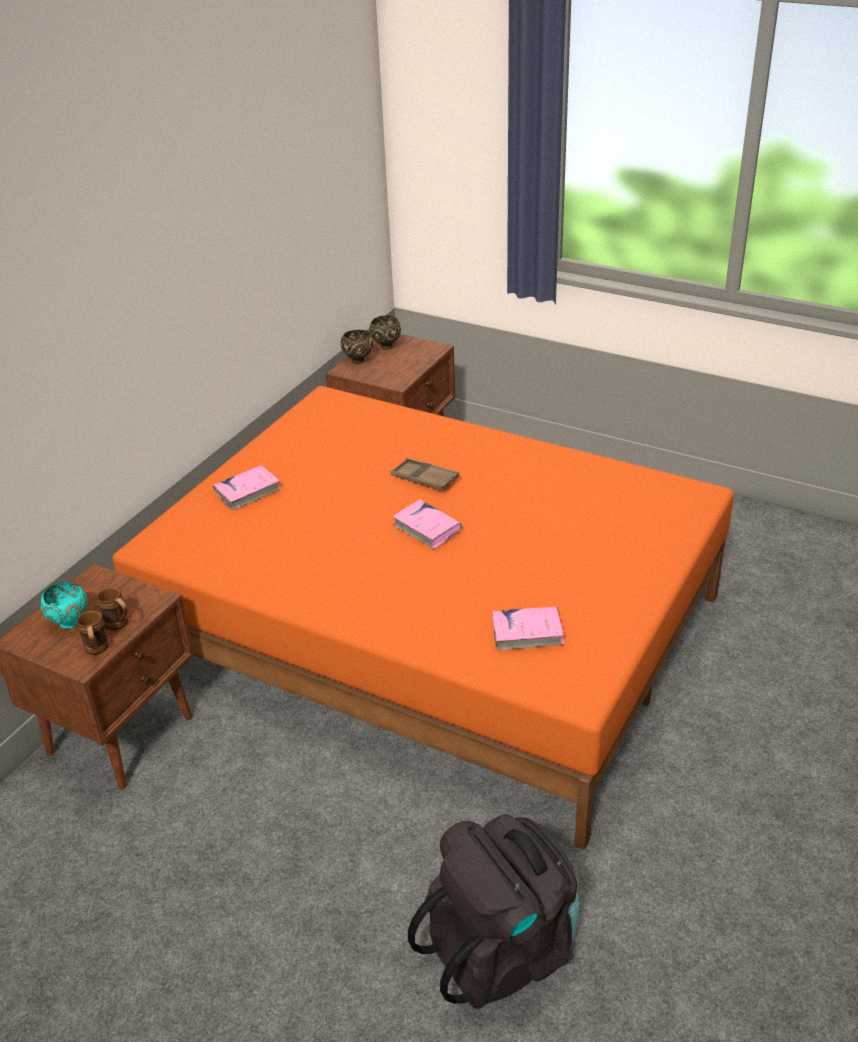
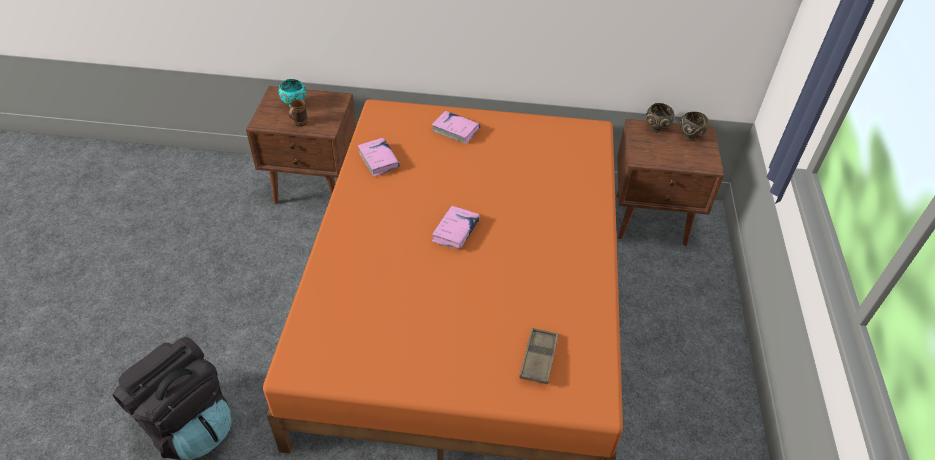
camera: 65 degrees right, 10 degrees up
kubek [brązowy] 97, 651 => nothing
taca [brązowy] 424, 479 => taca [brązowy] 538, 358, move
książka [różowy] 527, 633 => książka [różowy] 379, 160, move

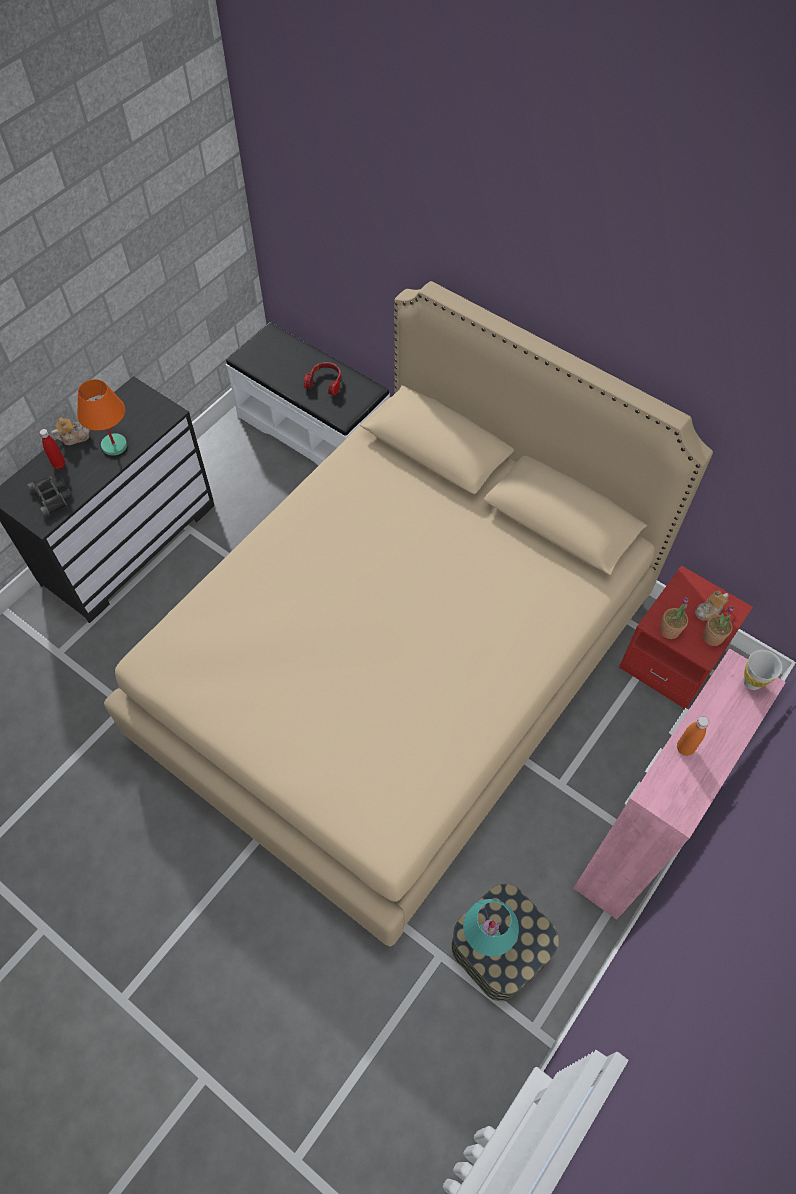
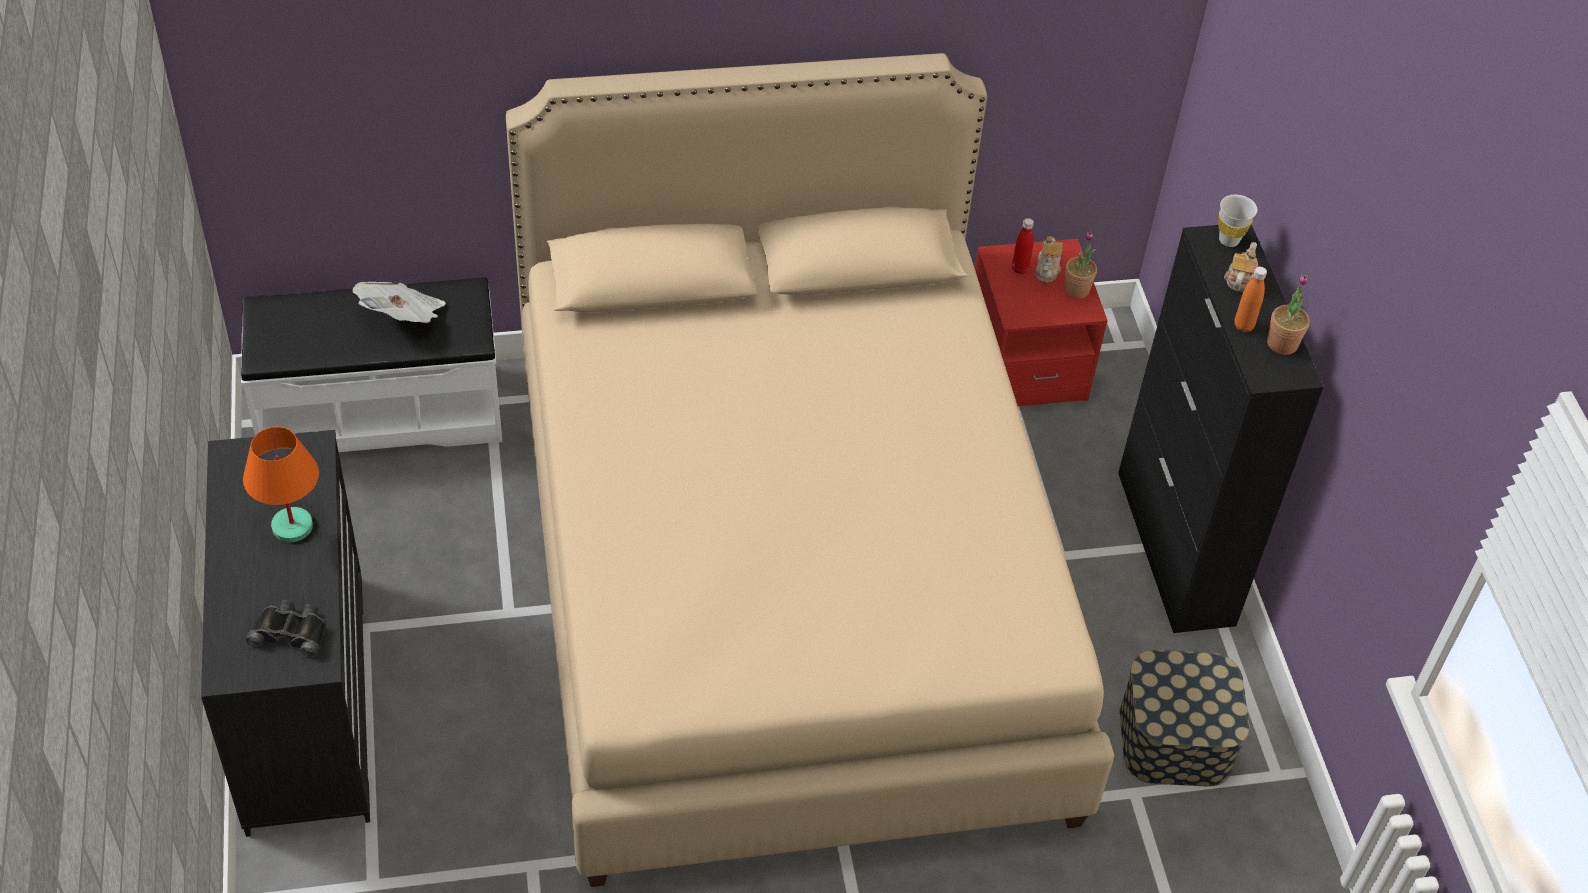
camera: 50 degrees left, 10 degrees down
lampa stołowa [turkusowy] 486, 940 => nothing
butelka [czerwony] 59, 465 => butelka [czerwony] 1019, 269, move
imbryk 74, 437 => imbryk 1239, 278, move
roślina doniczkowa 669, 630 => roślina doniczkowa 1282, 344, move
słuchawki 325, 382 => gazeta 403, 317
szafka [różowy] 634, 840 => szafka [czarny] 1175, 548

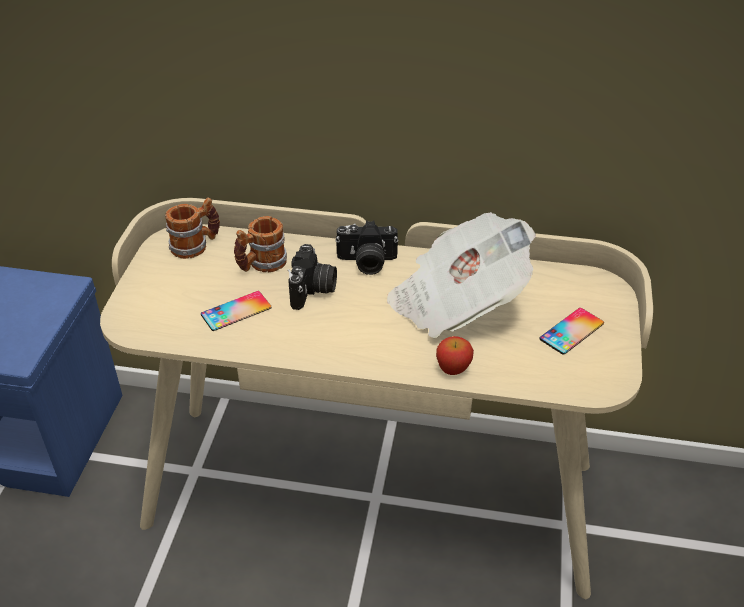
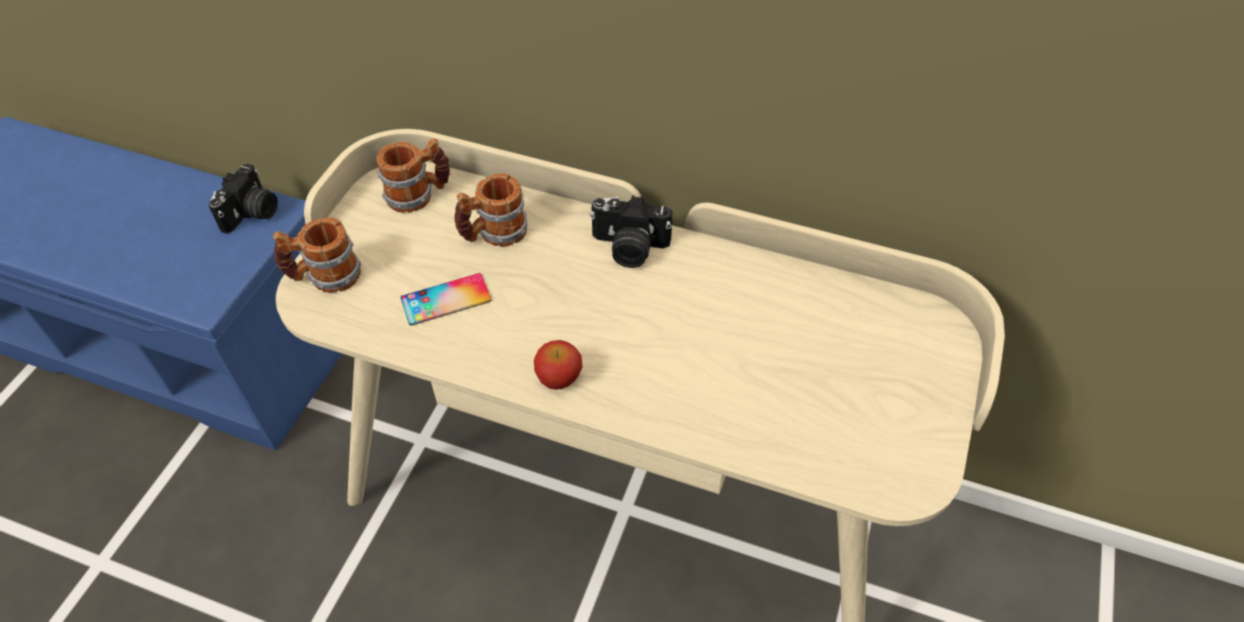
camera: 10 degrees right, 10 degrees up
gazeta 457, 302 => nothing
telefon 571, 331 => nothing
nothing => kubek 324, 276
aparat fotograficzny 313, 290 => aparat fotograficzny 252, 213, move
jabłko 453, 368 => jabłko 559, 378, move

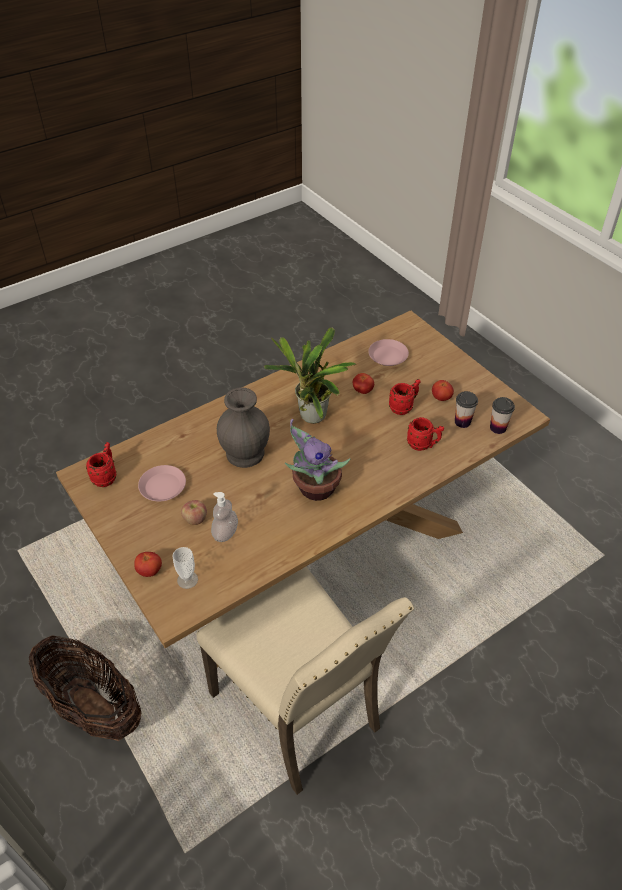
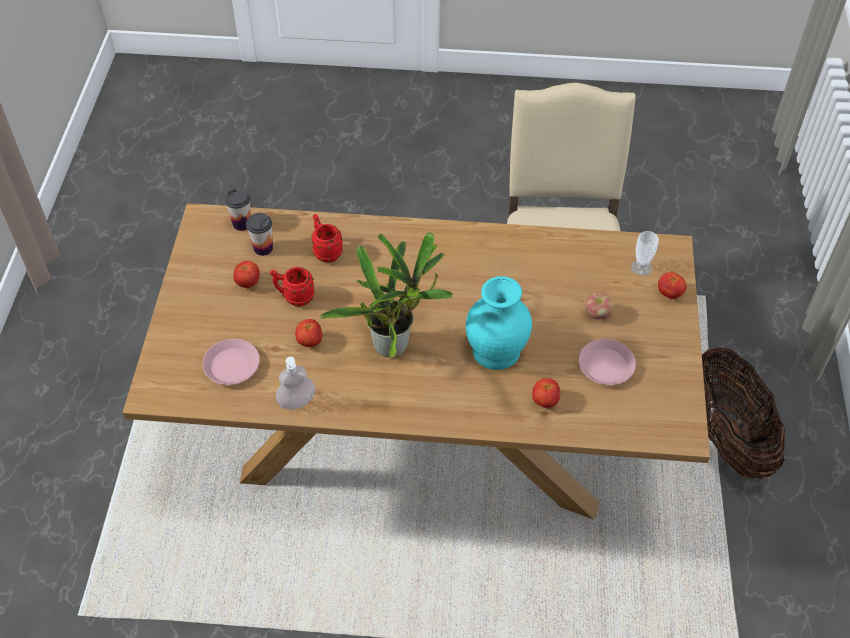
camera: 140 degrees left, 5 degrees up
kubek [czerwony] 106, 476 => nothing
roślina doniczkowa 314, 488 => nothing
nothing => pomidor 545, 401
dozownik mydła 225, 533 => dozownik mydła 297, 401, move
wazon [szary] 245, 452 => wazon [turkusowy] 495, 350

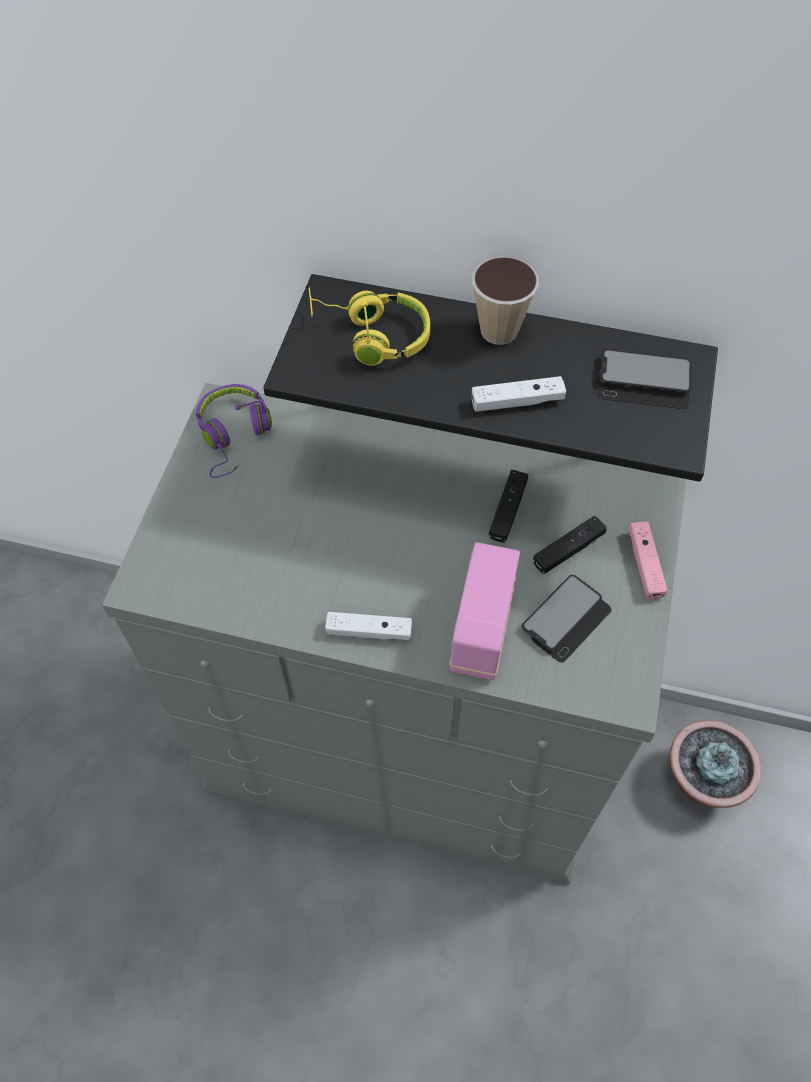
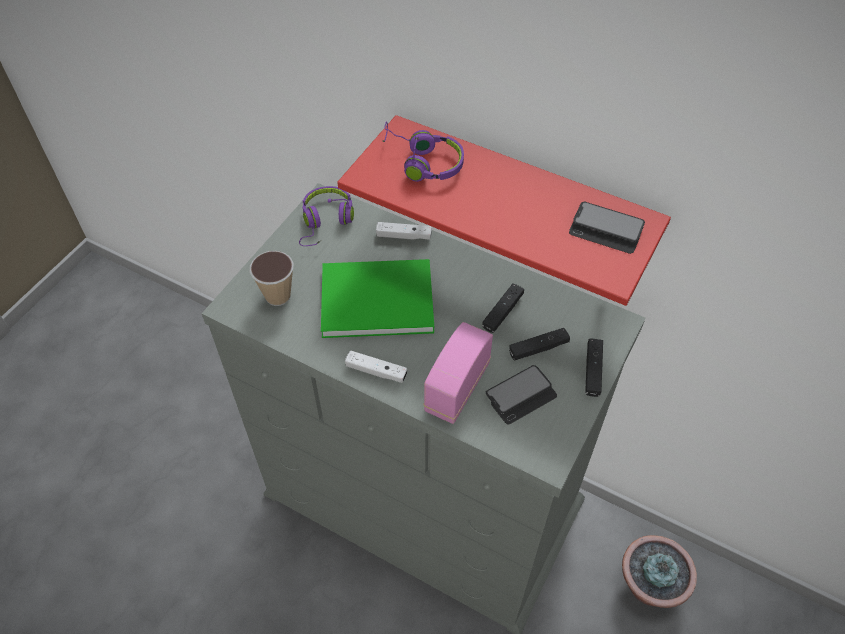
camera: 15 degrees right, 5 degrees down
nothing => książka [zielony] 373, 298
filiżanka 499, 331 => filiżanka 278, 296, move
pad do gier [biały] 517, 401 => pad do gier [biały] 404, 236, move
półka [czarny] 503, 355 => półka [czerwony] 521, 198
słuchawki [żółty] 370, 335 => słuchawki [fioletowy] 422, 162
pad do gier [różowy] 645, 564 => pad do gier [czarny] 593, 371

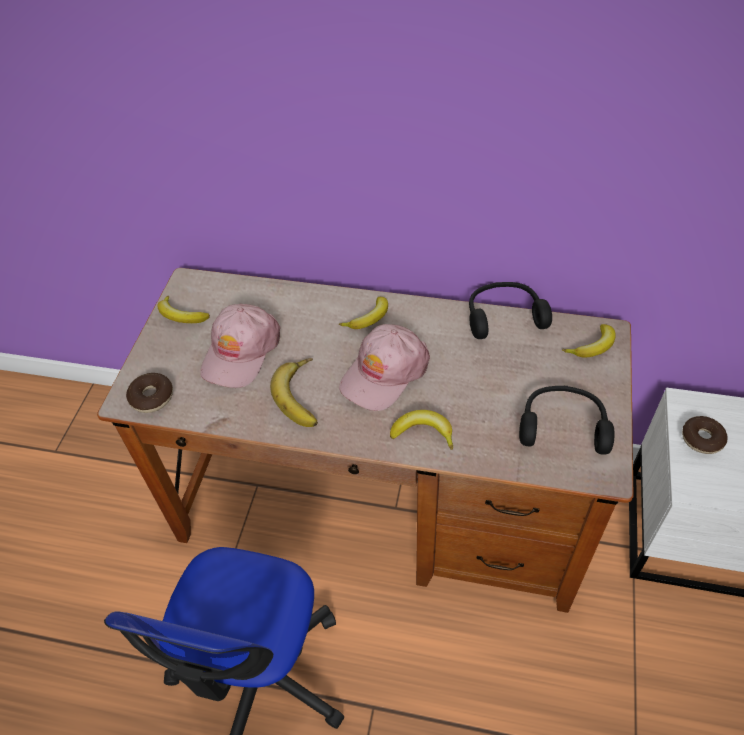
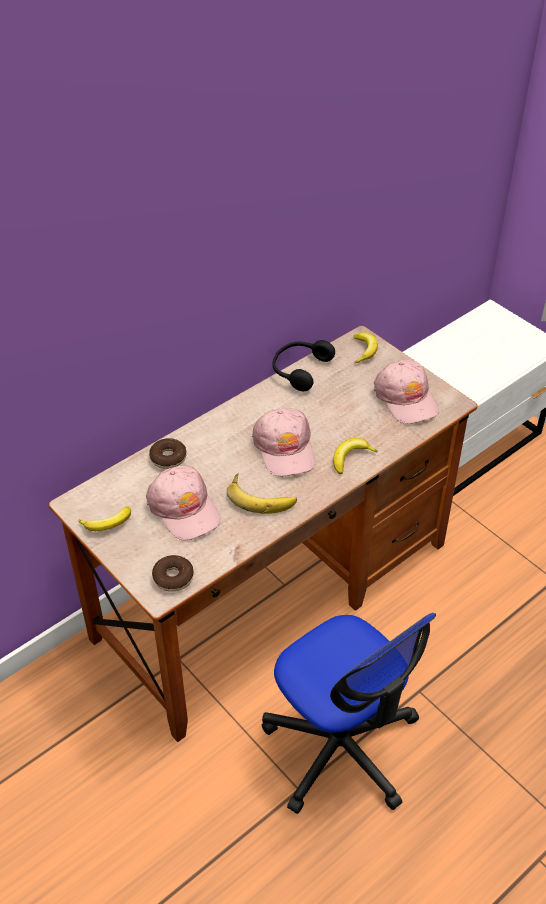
camera: 55 degrees left, 5 degrees down
banan 369, 319 => nothing
donut 702, 439 => donut 168, 458, move
słuchawki [czarny] 563, 425 => czapka z daszkiem [różowy] 406, 398

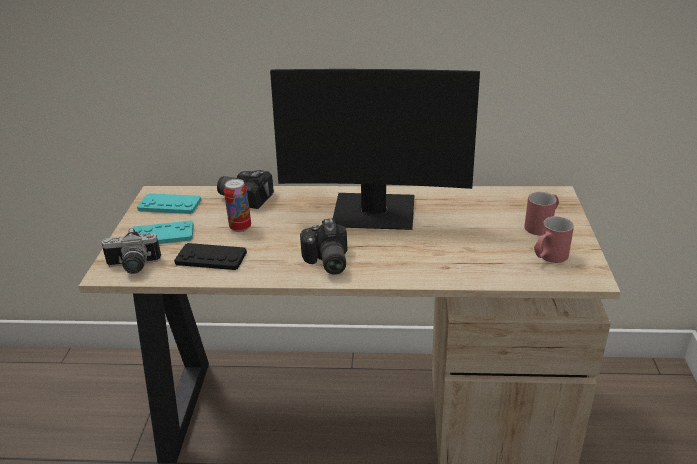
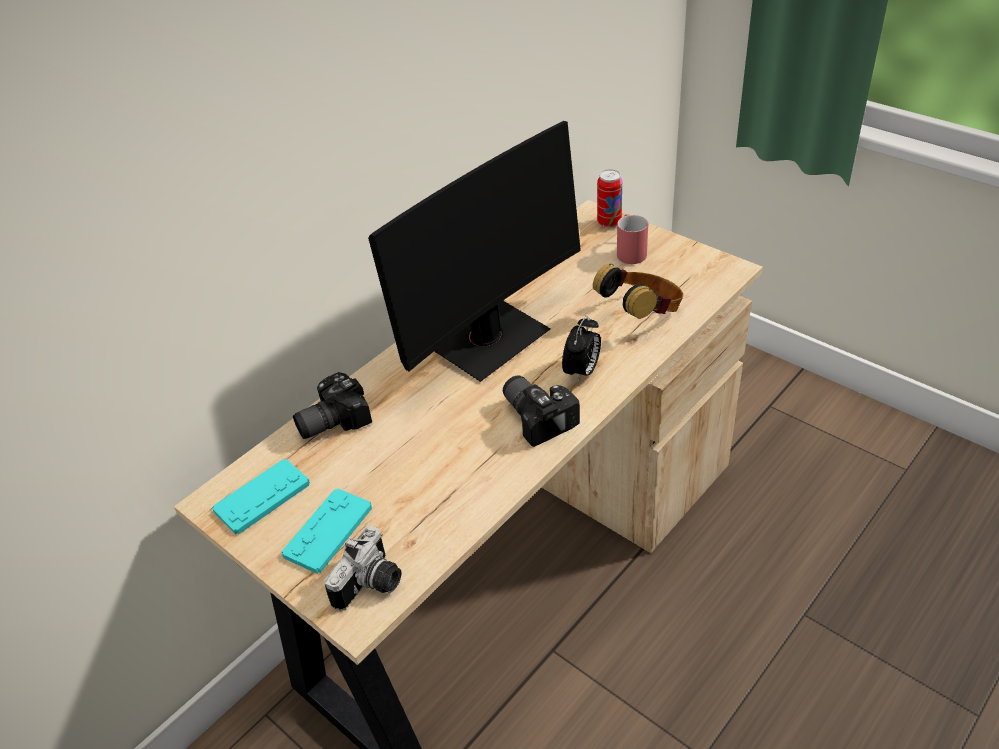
camera: 50 degrees left, 10 degrees up
pad do gier [czarny] 211, 258 => nothing
kubek [czerwony] 548, 258 => nothing
nothing => budzik 582, 372
nothing => słuchawki 641, 315
puszka 240, 227 => puszka 609, 223, move
aparat fotograficzny 326, 262 => aparat fotograficzny 539, 415, 150 degrees counterclockwise

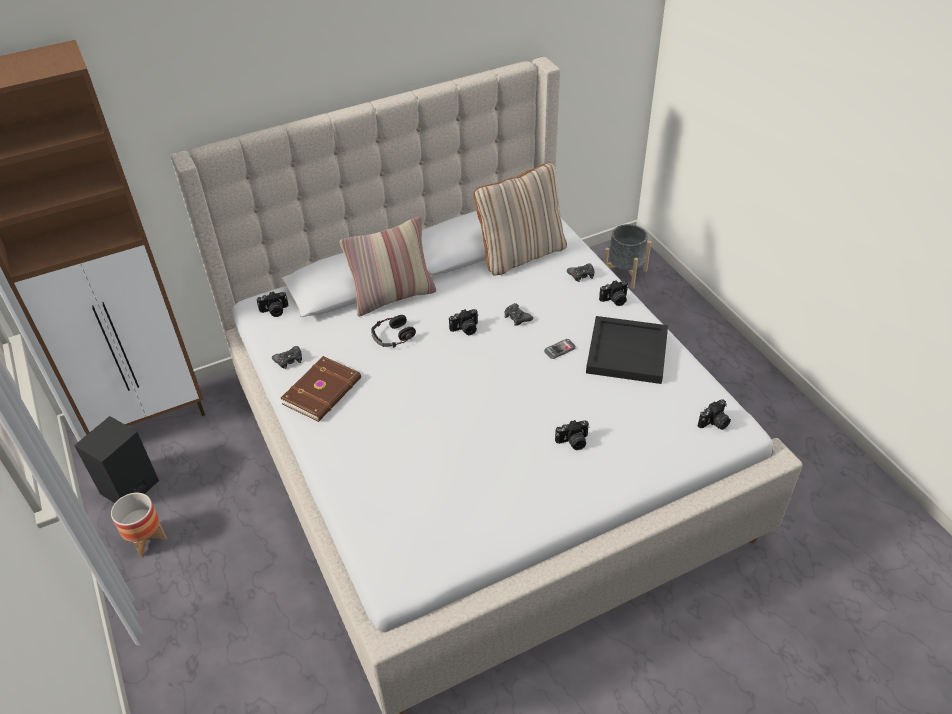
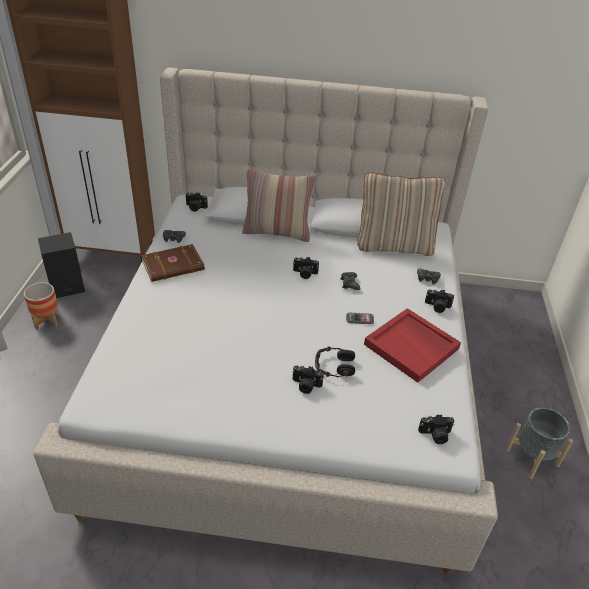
camera: 30 degrees right, 5 degrees down
słuchawki 393, 336 => słuchawki 334, 366, move
donica [szary] 624, 274 => donica [szary] 531, 457, move
taca [czarny] 628, 352 => taca [czerwony] 412, 346

